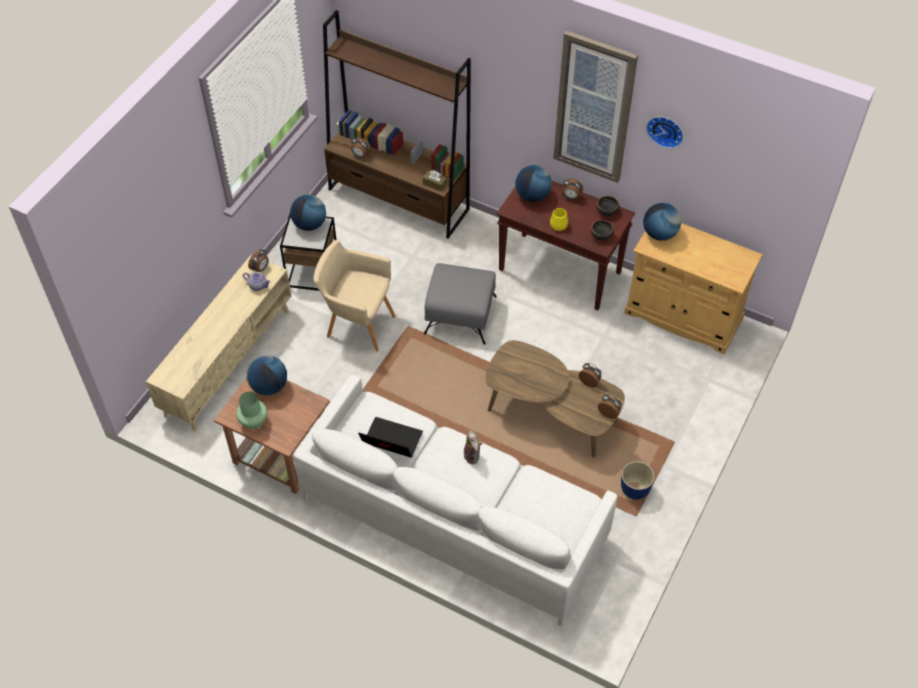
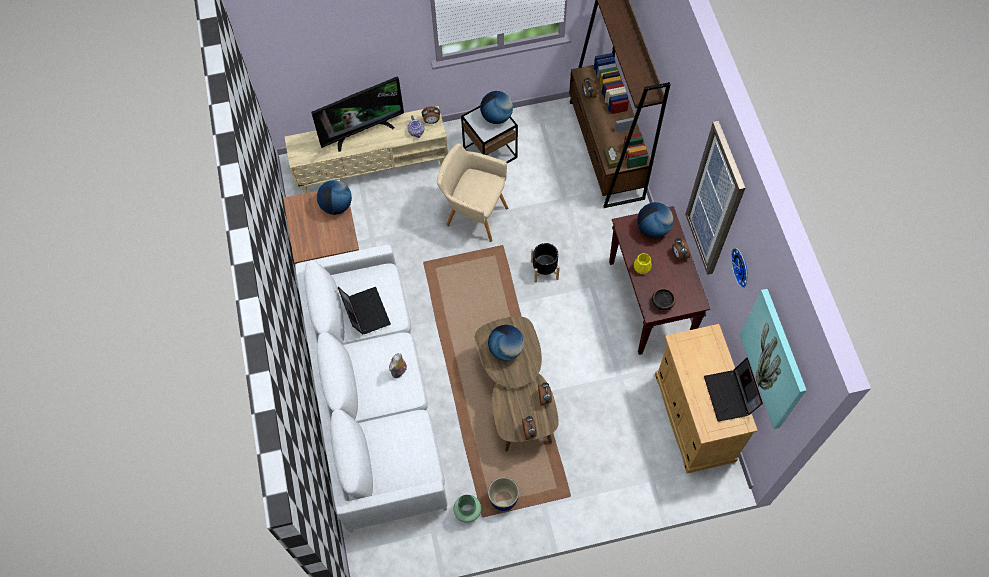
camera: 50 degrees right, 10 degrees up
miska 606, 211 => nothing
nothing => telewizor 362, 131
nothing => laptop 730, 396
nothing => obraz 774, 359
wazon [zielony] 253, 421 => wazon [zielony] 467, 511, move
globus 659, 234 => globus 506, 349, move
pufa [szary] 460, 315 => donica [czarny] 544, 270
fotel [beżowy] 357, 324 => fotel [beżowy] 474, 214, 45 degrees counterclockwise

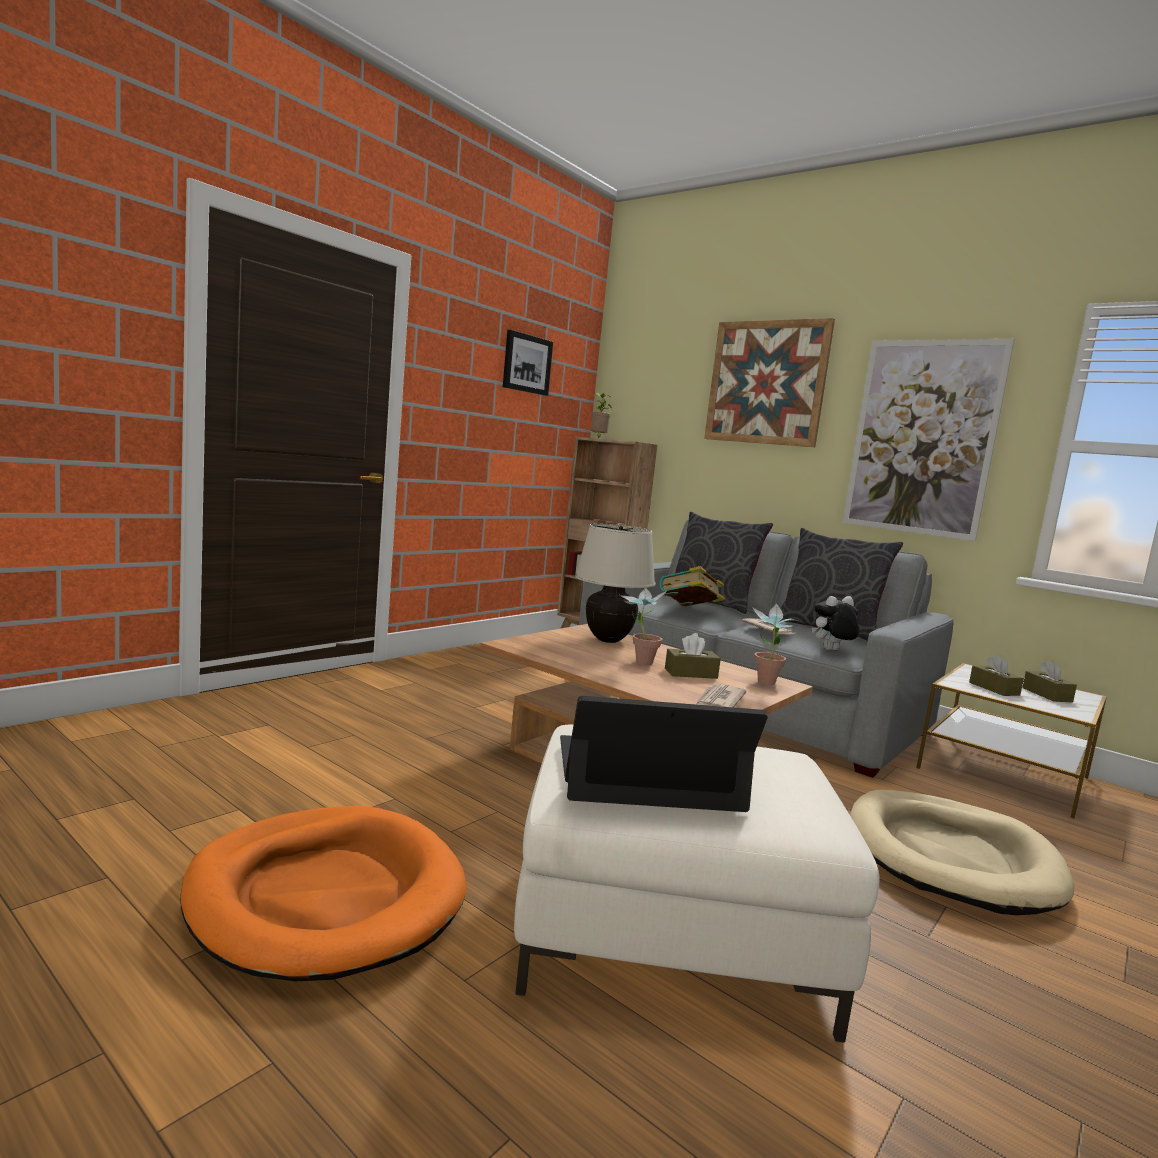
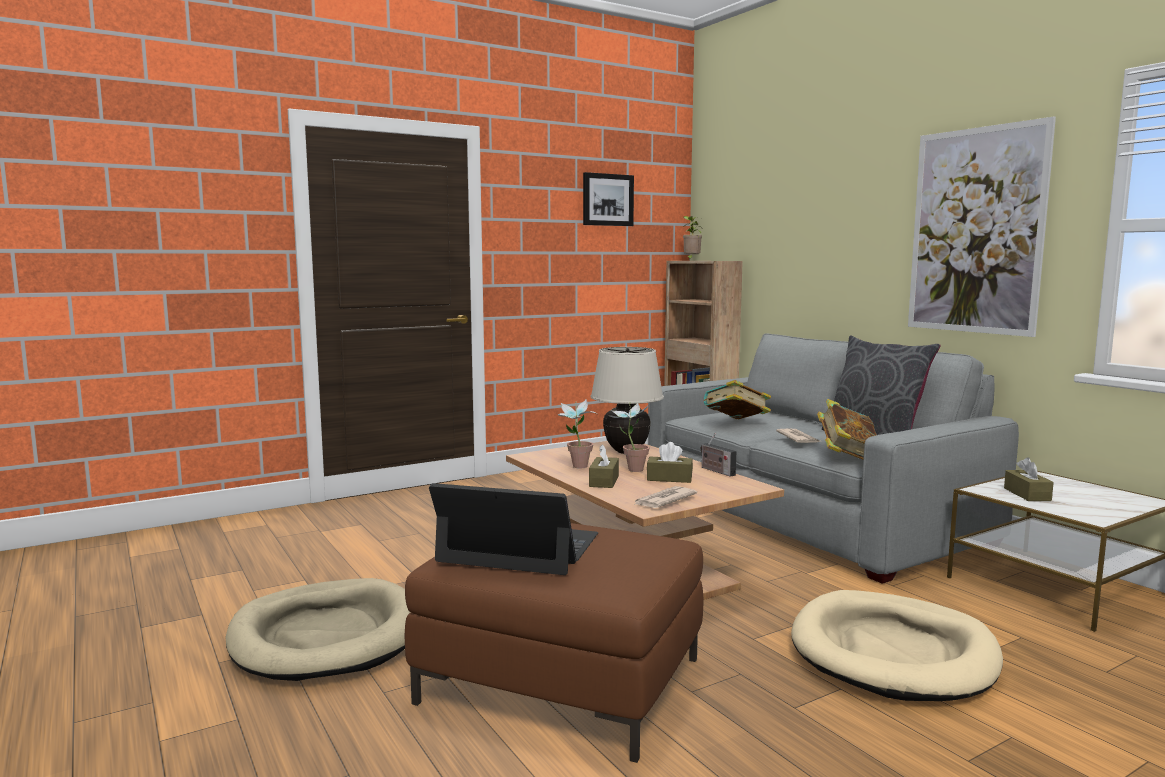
camera: 20 degrees right, 0 degrees up
poduszka [szary] 710, 603 => nothing
obraz 766, 383 => nothing
nothing => radio 716, 471
roślina doniczkowa 766, 684 => roślina doniczkowa 576, 467, move
pudełko chusteczek [brązowy] 1047, 695 => pudełko chusteczek [brązowy] 604, 481, move
pluszak 831, 650 => książka 847, 457
legowisko [pomarańczowy] 326, 896 => legowisko [beżowy] 327, 636
pufa [biały] 669, 931 => pufa [brązowy] 561, 680

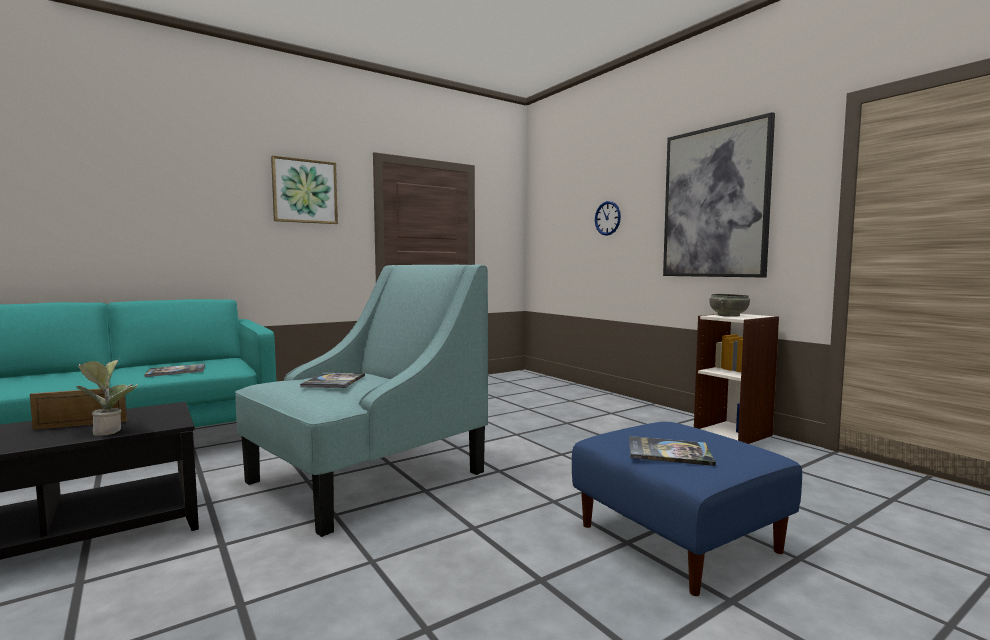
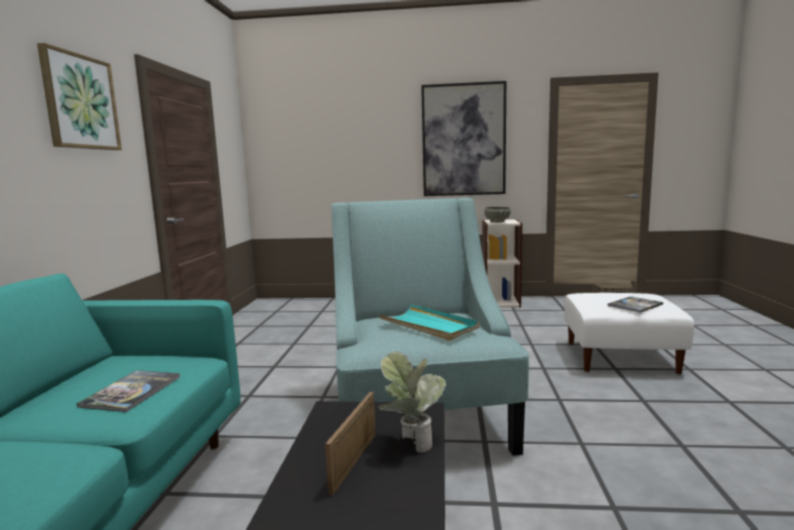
camera: 50 degrees left, 5 degrees up
zegar ścienny 607, 218 => nothing
książka 334, 381 => taca [turkusowy] 429, 325
pufa [niebieski] 679, 538 => pufa [biały] 620, 357

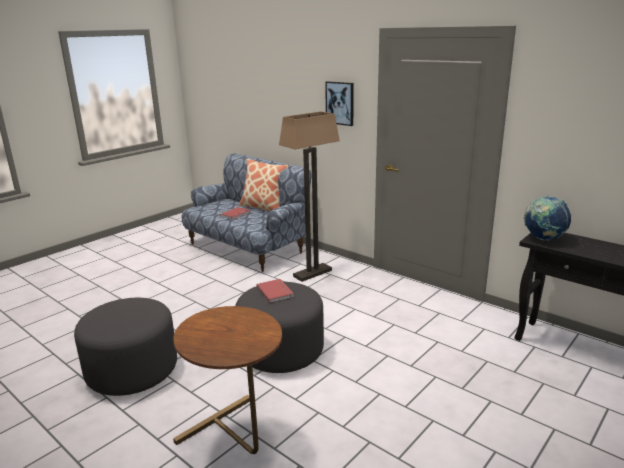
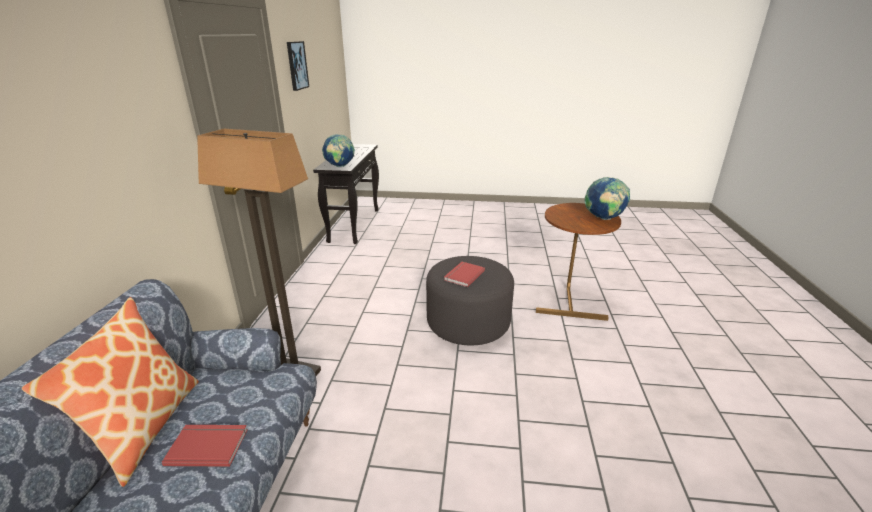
camera: 125 degrees left, 5 degrees up
pufa [szary] 132, 370 => nothing
nothing => globus 603, 218
obraz 340, 103 => obraz 296, 65, move

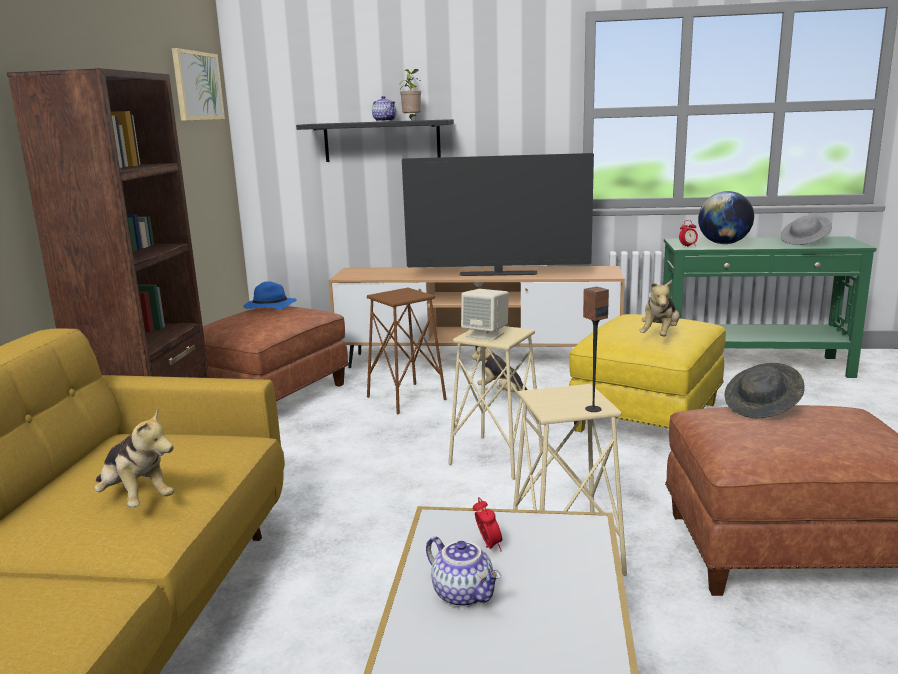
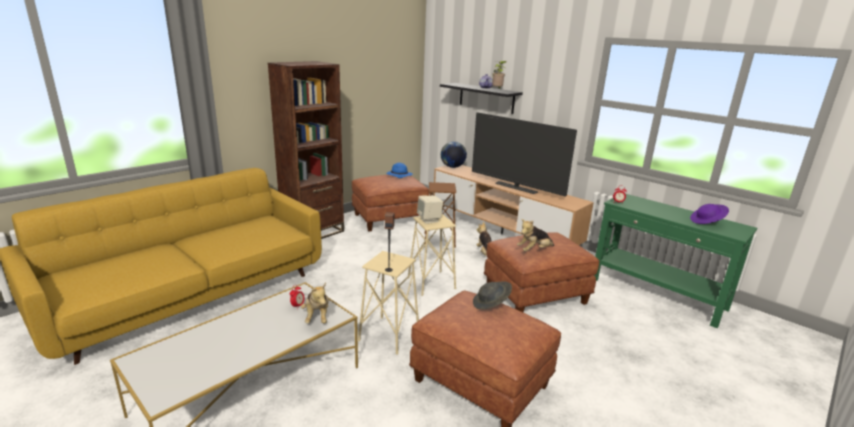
camera: 35 degrees right, 5 degrees up
obraz 197, 86 => nothing
imbryk 464, 594 => nothing
pluszak 135, 499 => pluszak 317, 316, move
globus 723, 243 => globus 452, 167, move
pufa [żółty] 646, 416 => pufa [brązowy] 536, 294
kapelusz [szary] 805, 242 => kapelusz [fioletowy] 707, 222

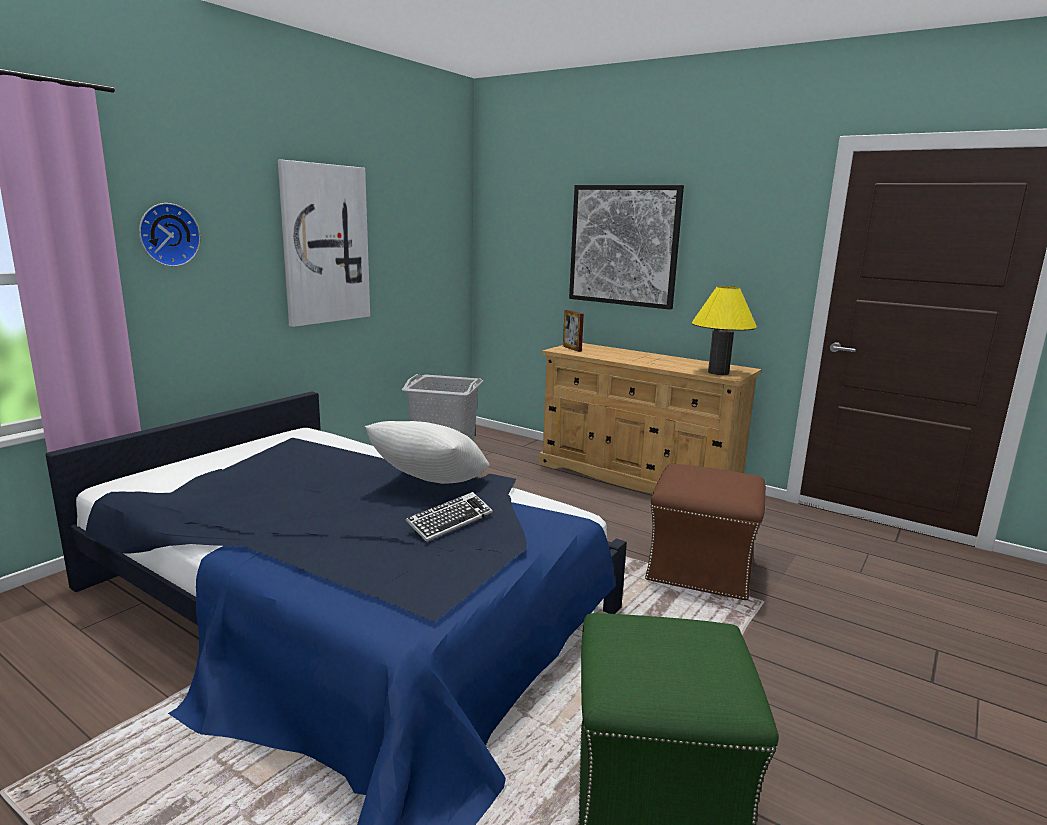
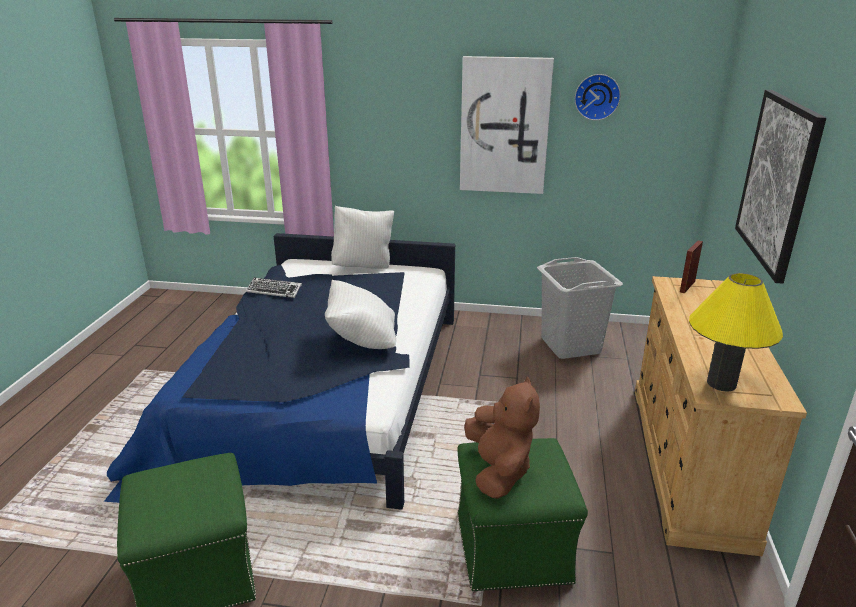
camera: 65 degrees right, 10 degrees up
nothing => poduszka [biały] 363, 266
nothing => pluszak [brązowy] 499, 471
zegar ścienny 168, 234 => zegar ścienny 597, 96, move
klawiatura 450, 522 => klawiatura 274, 291, move
pufa [brązowy] 702, 569 => pufa [zielony] 513, 549

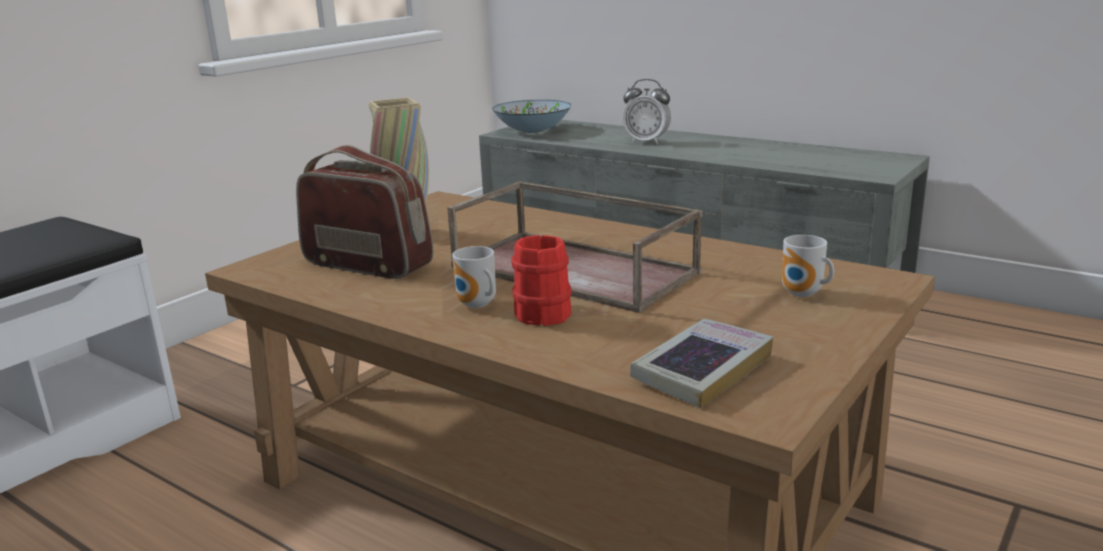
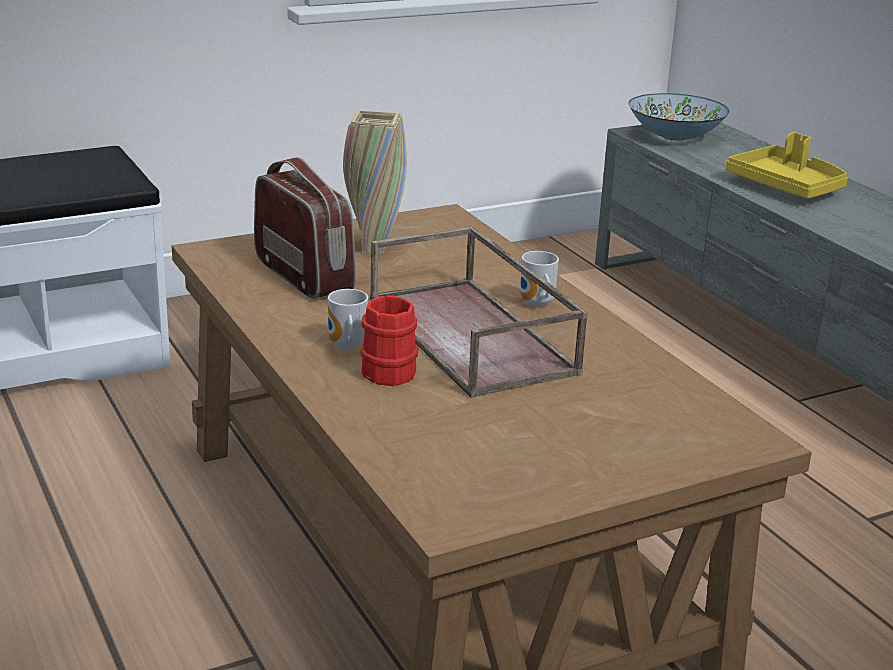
camera: 25 degrees right, 5 degrees up
książka 702, 370 => nothing
kubek 803, 294 => kubek 536, 304, move
budzik 646, 142 => taca [żółty] 786, 186

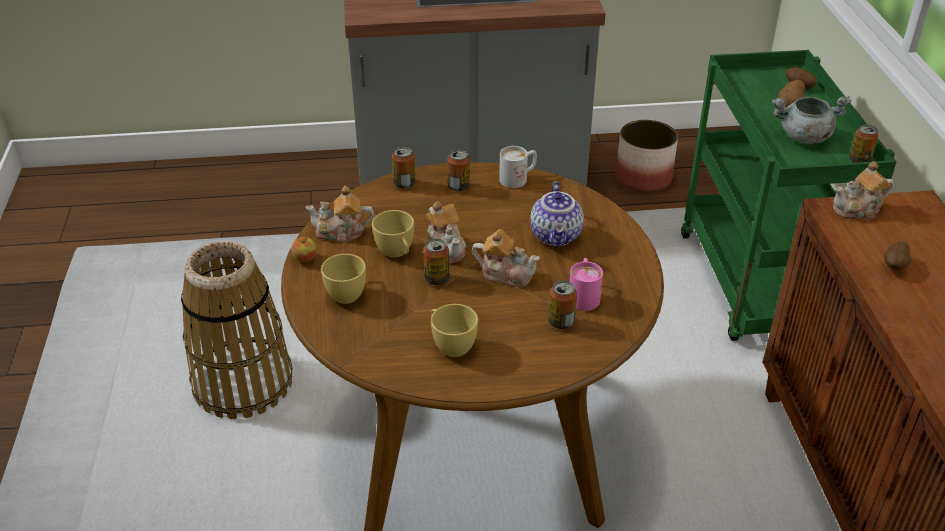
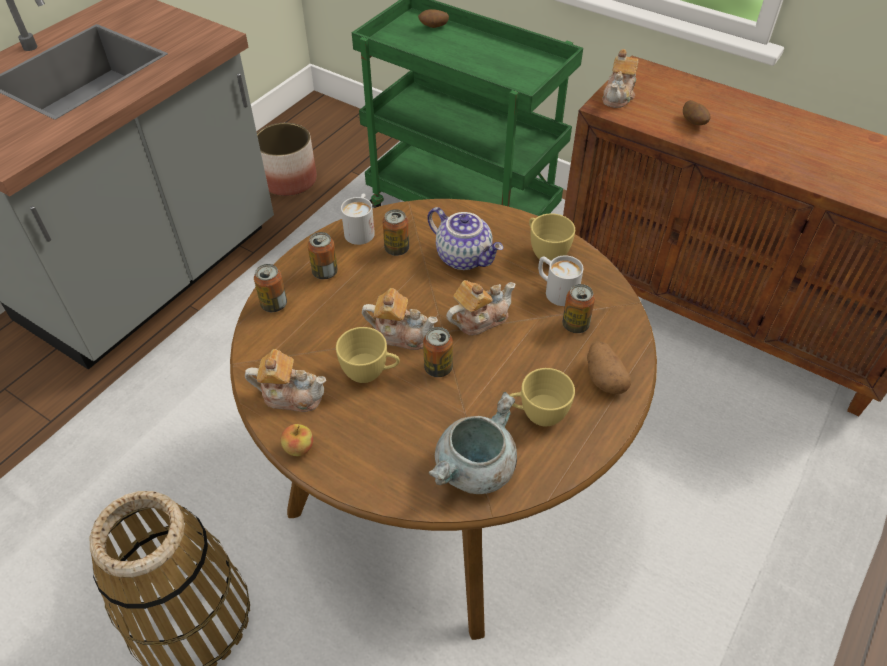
camera: 50 degrees left, 10 degrees up
filiżanka [żółty] 348, 292 => filiżanka [żółty] 545, 252, move
garnek [szary] 804, 137 => garnek [szary] 475, 471, move
ziemniak 790, 104 => ziemniak 603, 378, move
puszka 859, 161 => puszka 397, 249, move
kubek [różowy] 583, 295 => kubek [biały] 555, 290
imbryk 341, 232 => imbryk 291, 395, 120 degrees counterclockwise

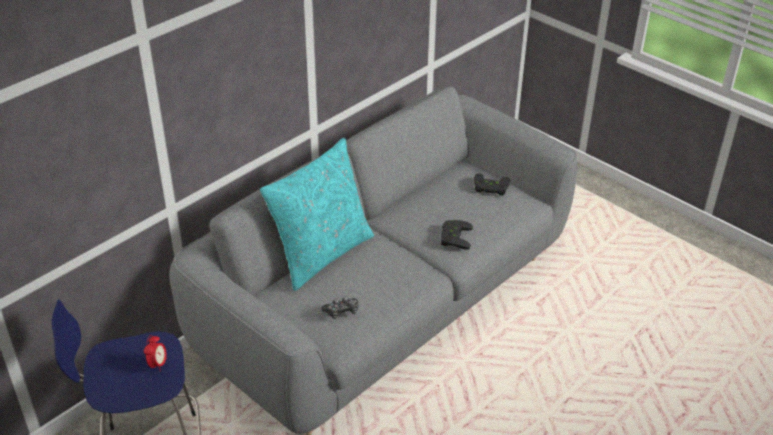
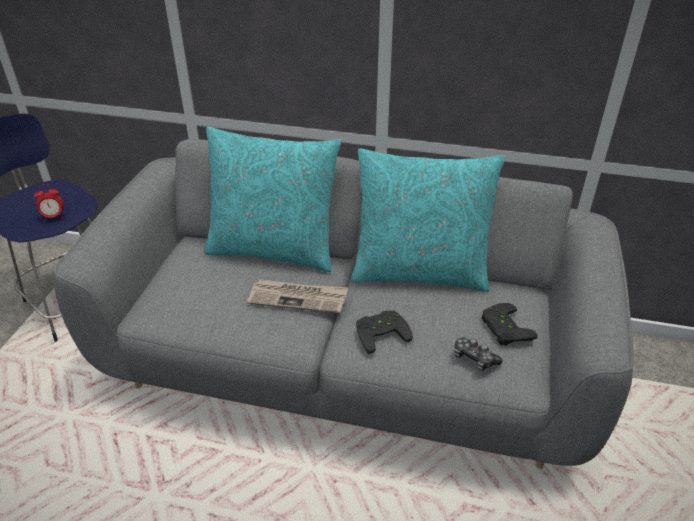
camera: 60 degrees right, 0 degrees up
nothing => gazeta 298, 298
nothing => poduszka [turkusowy] 419, 272
pad do gier 342, 311 => pad do gier 474, 358, move

